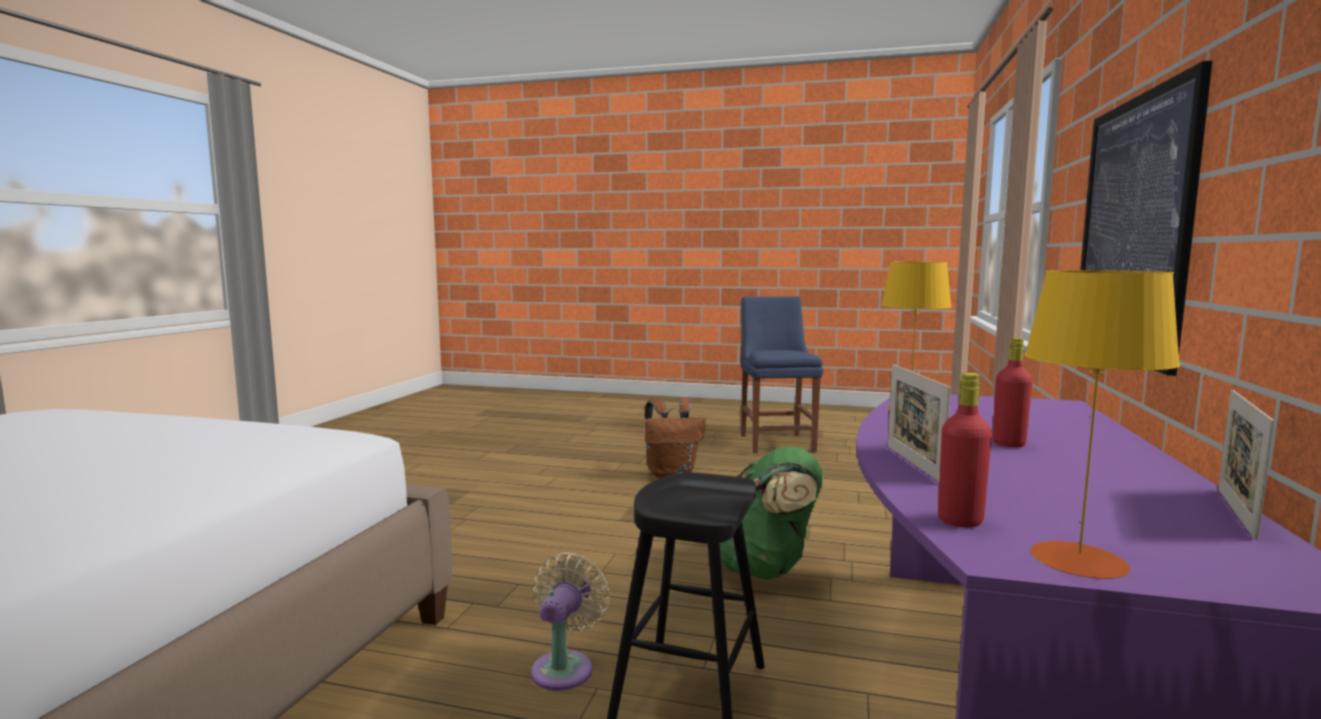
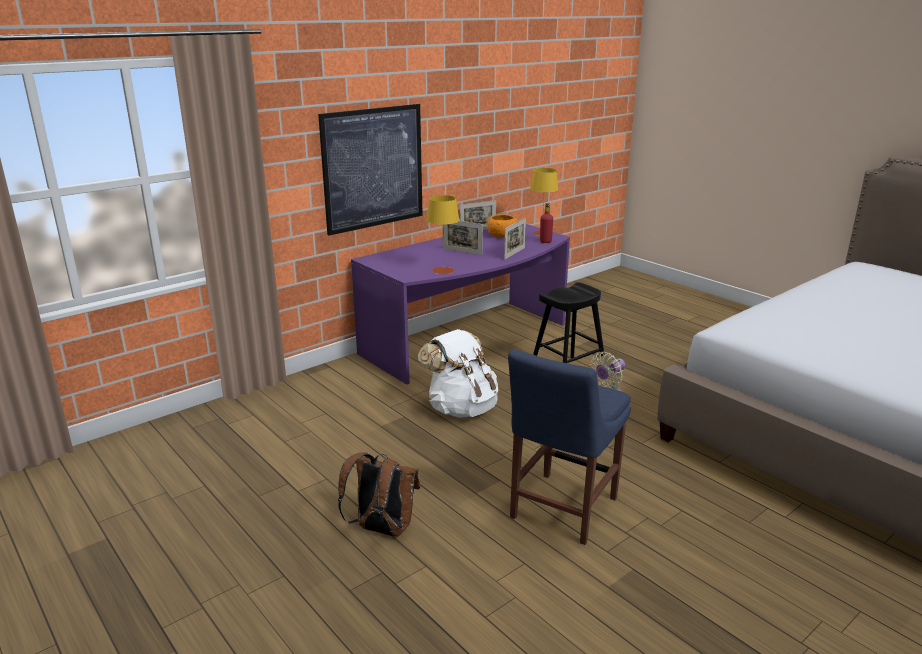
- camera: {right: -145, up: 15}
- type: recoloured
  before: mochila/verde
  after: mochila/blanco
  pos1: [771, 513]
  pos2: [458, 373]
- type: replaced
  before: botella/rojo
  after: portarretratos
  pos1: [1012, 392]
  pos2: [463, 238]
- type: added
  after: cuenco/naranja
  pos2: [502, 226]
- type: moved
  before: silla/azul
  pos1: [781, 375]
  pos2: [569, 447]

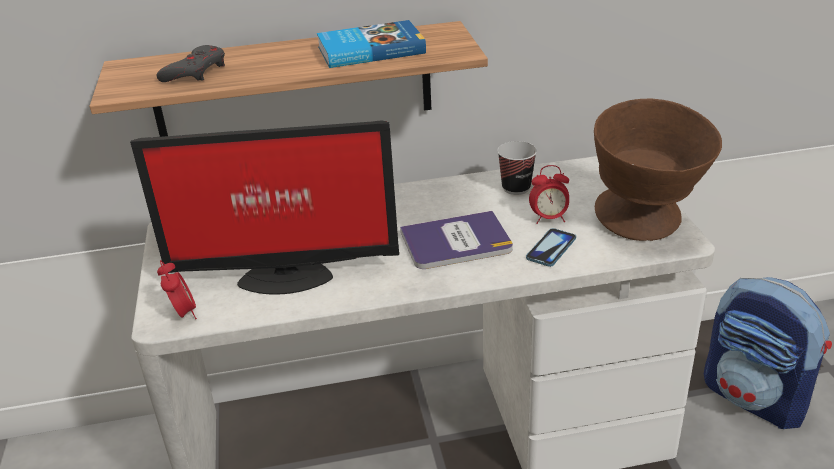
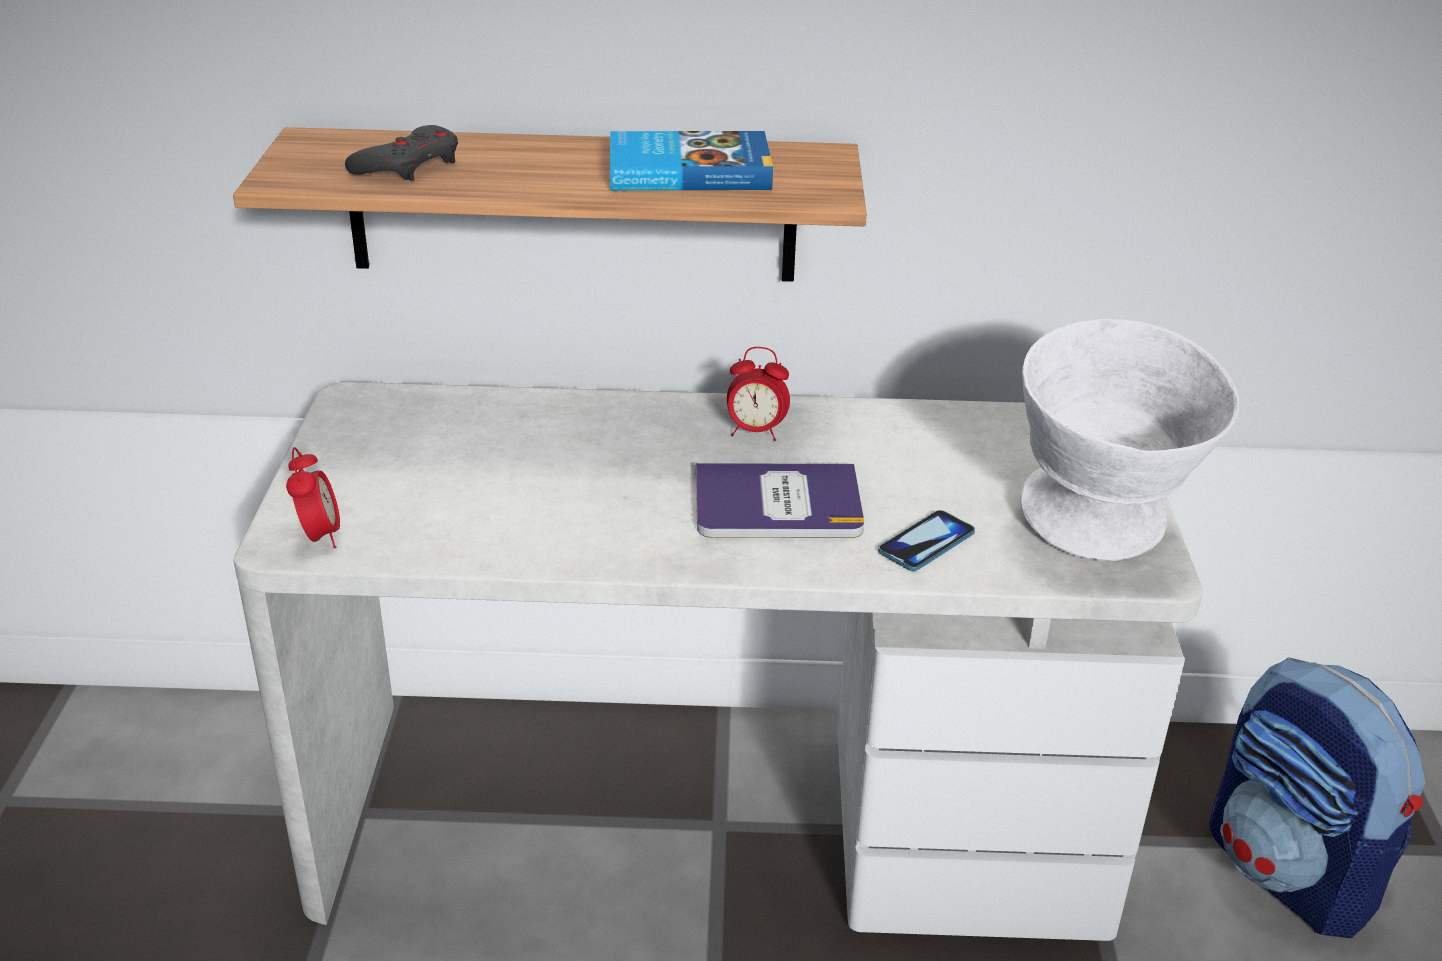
- camera: {right: 10, up: 0}
- type: moved
  before: despertador
  pos1: [549, 194]
  pos2: [758, 394]
- type: recoloured
  before: cuenco/marrón
  after: cuenco/blanco
  pos1: [658, 170]
  pos2: [1129, 440]
- type: removed
  before: monitor
  pos1: [264, 207]
- type: removed
  before: taza
  pos1: [517, 168]

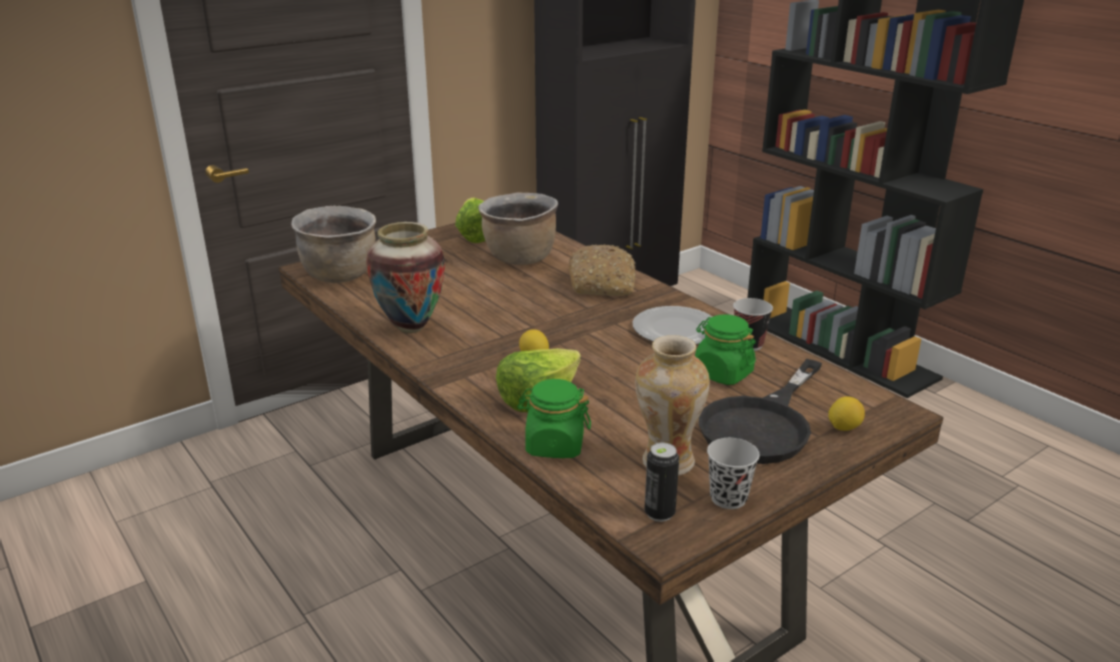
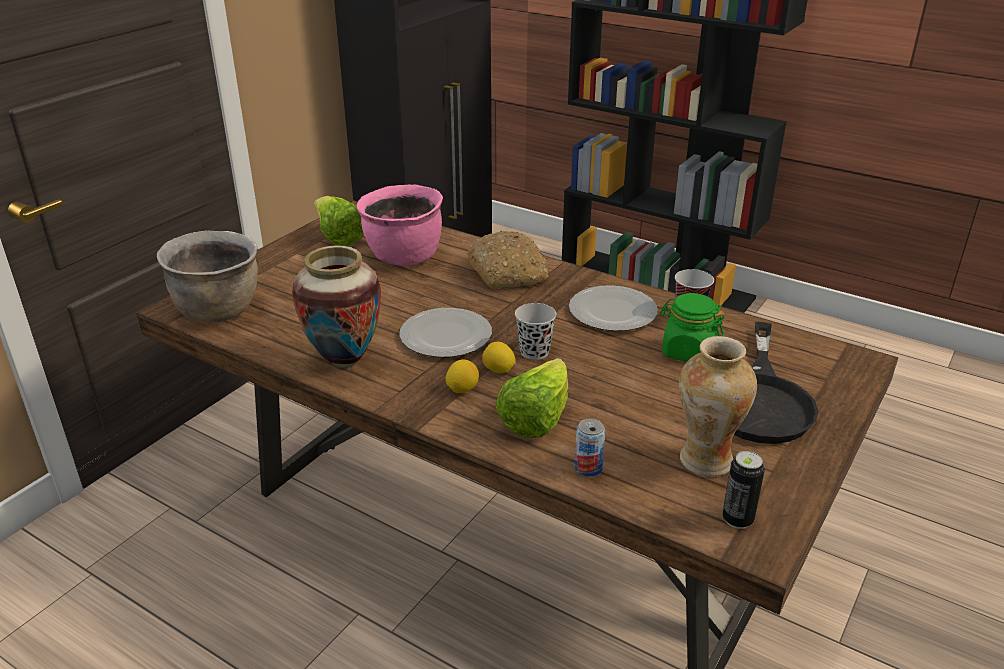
- camera: {right: -20, up: 5}
- type: recoloured
  before: olla/marrón
  after: olla/rosa
  pos1: [518, 229]
  pos2: [399, 225]
- type: added
  after: plato
  pos2: [445, 332]
- type: moved
  before: limón
  pos1: [846, 413]
  pos2: [462, 376]
- type: moved
  before: taza/negro
  pos1: [733, 473]
  pos2: [536, 331]
- type: replaced
  before: tarro/verde
  after: lata
  pos1: [554, 418]
  pos2: [590, 447]

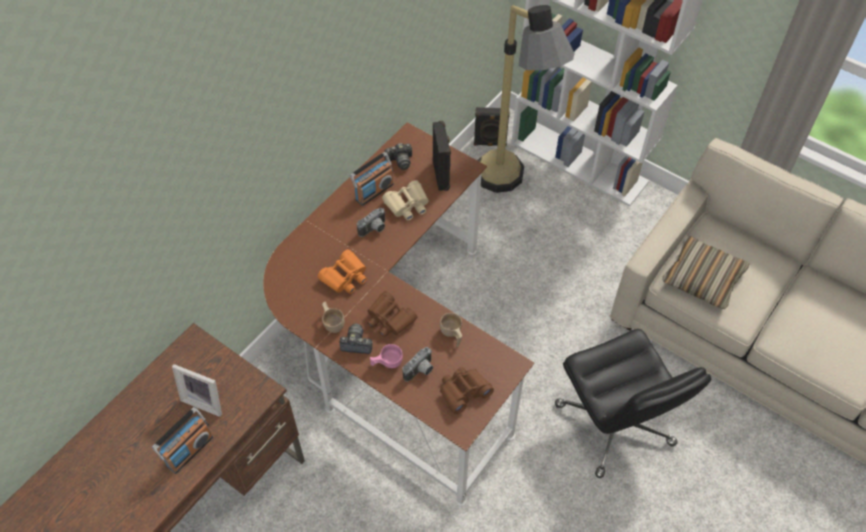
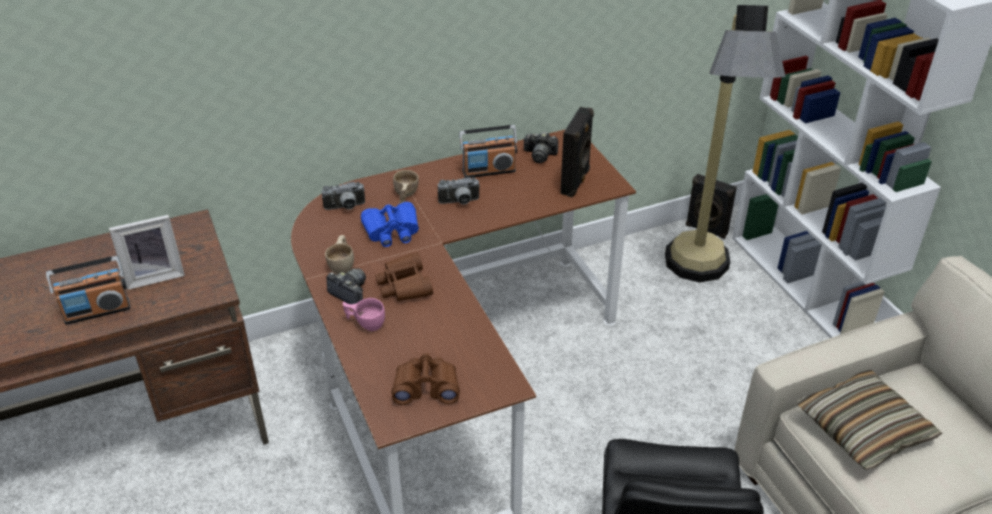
- camera: {right: 30, up: -15}
- type: turned
  before: portarretratos
  pos1: [197, 390]
  pos2: [147, 252]
  turn: -75
- type: moved
  before: cámara
  pos1: [417, 364]
  pos2: [343, 196]
- type: recoloured
  before: prismáticos/naranja
  after: prismáticos/azul
  pos1: [342, 271]
  pos2: [390, 224]
- type: moved
  before: taza/beis
  pos1: [451, 330]
  pos2: [406, 187]
- type: removed
  before: prismáticos/beis
  pos1: [405, 200]

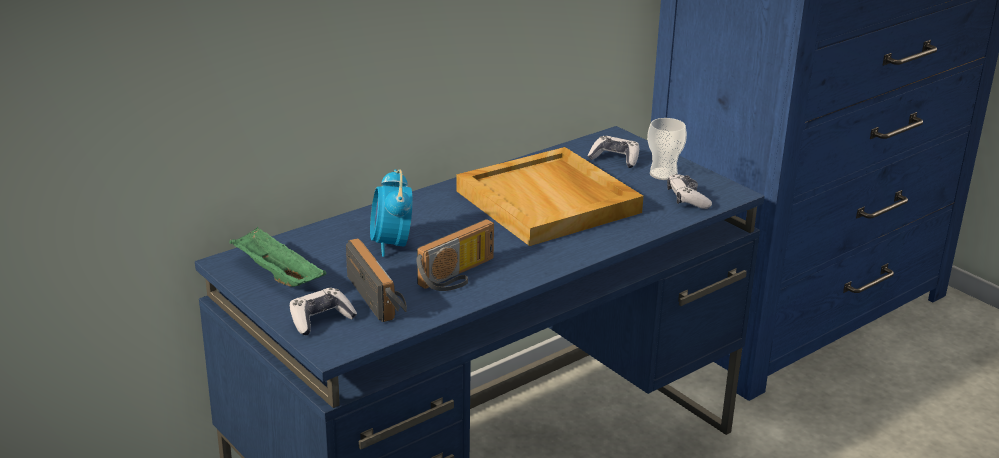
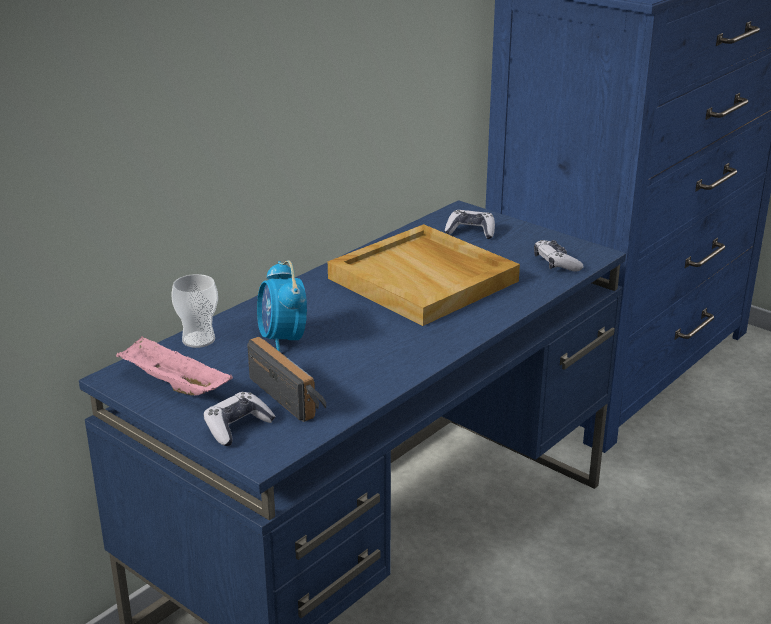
- camera: {right: -10, up: 0}
- type: recoloured
  before: bandeja/verde
  after: bandeja/rosa
  pos1: [278, 256]
  pos2: [174, 366]
- type: moved
  before: taza
  pos1: [667, 149]
  pos2: [194, 311]
- type: removed
  before: radio
  pos1: [455, 255]

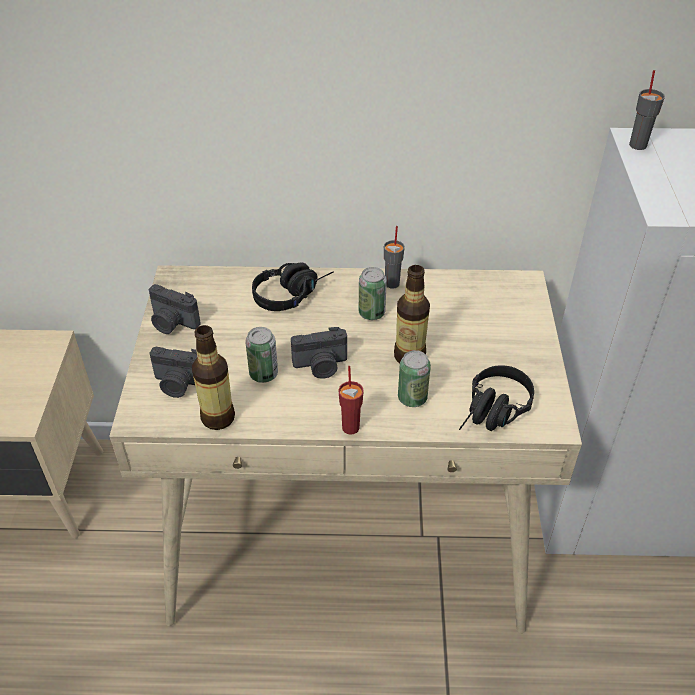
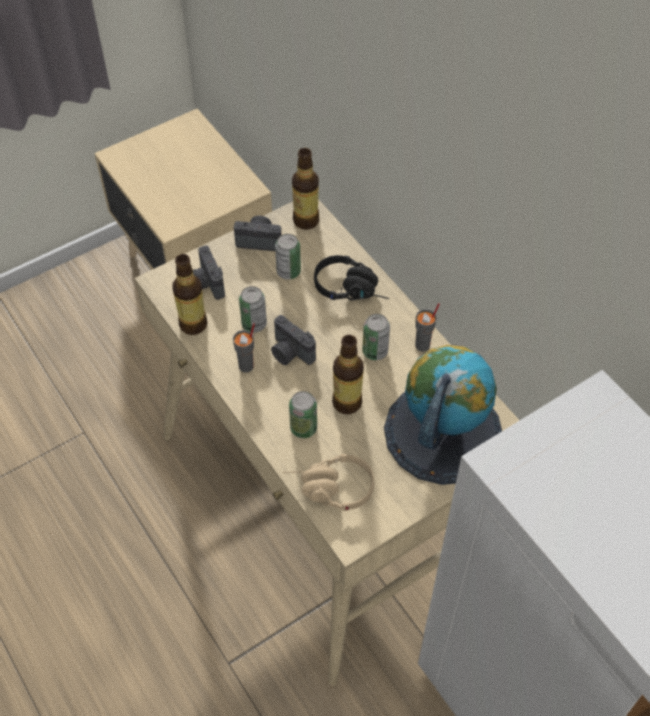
- camera: {right: 55, up: 10}
- type: moved
  before: taza/gris
  pos1: [647, 110]
  pos2: [244, 348]
- type: turned
  before: cámara
  pos1: [175, 309]
  pos2: [258, 233]
  turn: 105
- type: added
  after: lata
  pos2: [288, 257]
- type: recoloured
  before: auriculares/negro
  after: auriculares/beis
  pos1: [496, 398]
  pos2: [329, 482]
- type: added
  after: botella
  pos2: [305, 189]
- type: added
  after: globo terráqueo
  pos2: [443, 415]
- type: removed
  before: taza/rojo
  pos1: [351, 400]

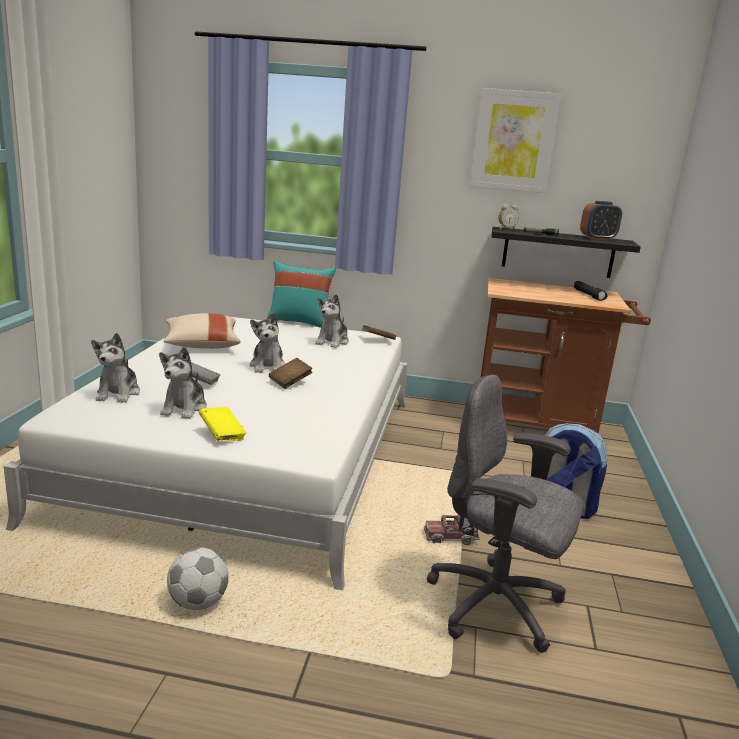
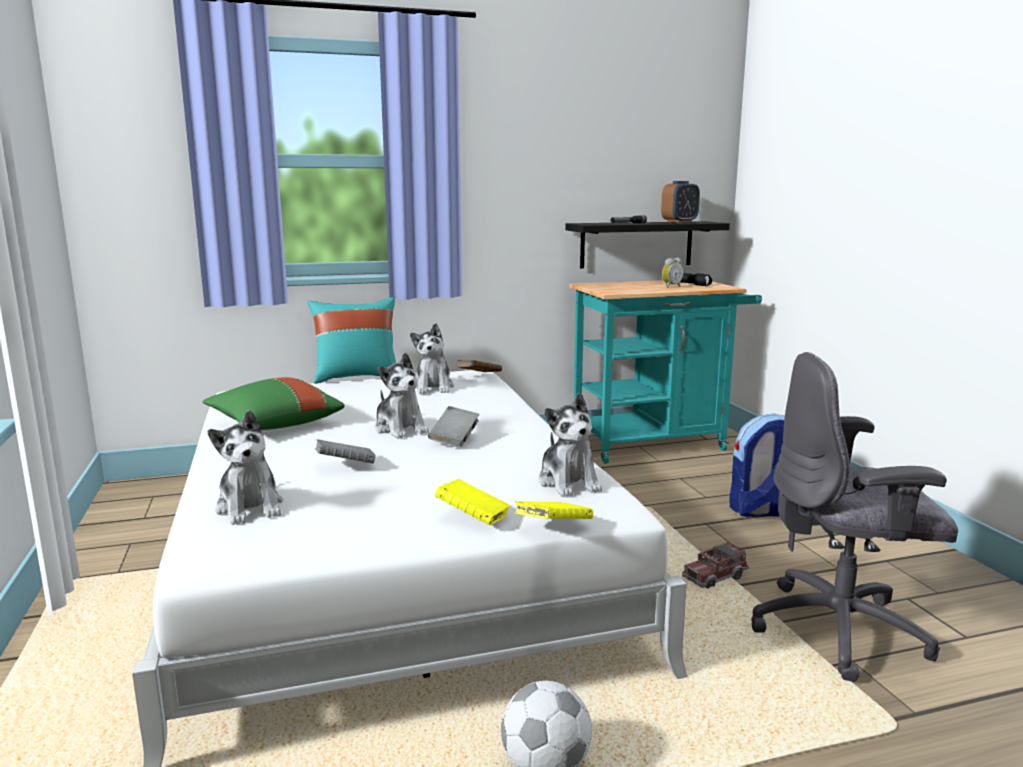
- camera: {right: -25, up: -5}
- type: recoloured
  before: cojín/beis
  after: cojín/verde
  pos1: [202, 331]
  pos2: [273, 403]
- type: recoloured
  before: libro/marrón
  after: libro/gris
  pos1: [290, 373]
  pos2: [454, 427]
- type: added
  after: libro/amarillo
  pos2: [554, 510]
- type: moved
  before: peluche
  pos1: [183, 383]
  pos2: [570, 445]
- type: recoloured
  before: carrito/marrón
  after: carrito/turquesa
  pos1: [565, 356]
  pos2: [665, 372]
- type: moved
  before: despertador
  pos1: [508, 217]
  pos2: [673, 273]
- type: removed
  before: cuadro
  pos1: [515, 140]

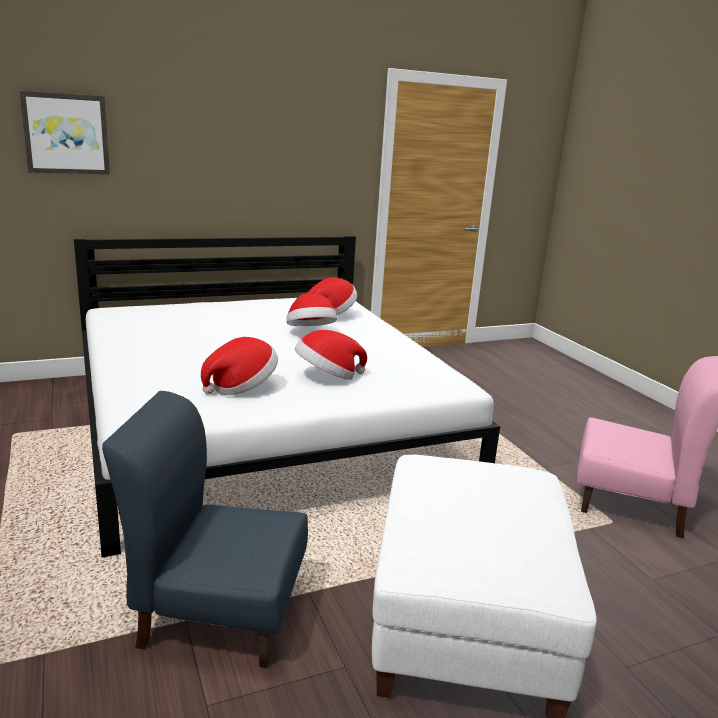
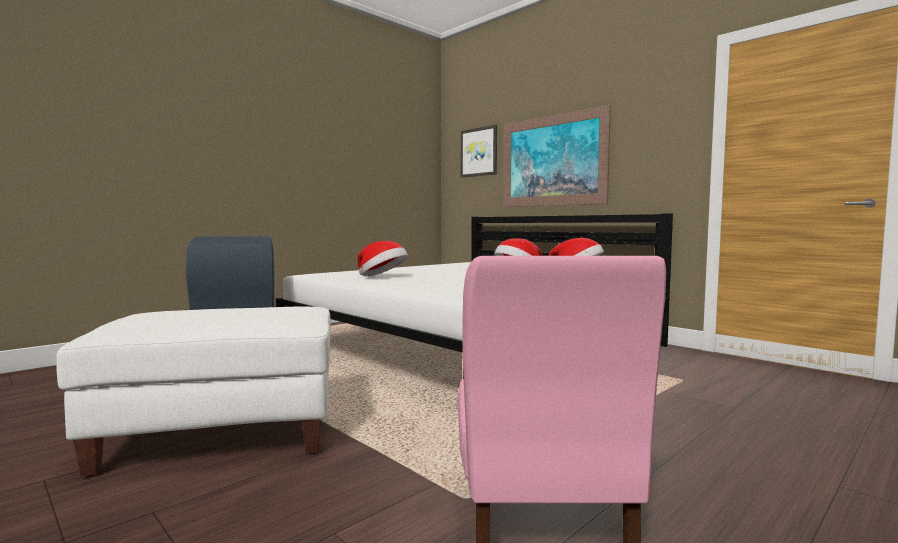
- camera: {right: 70, up: -15}
- type: added
  after: cuadro
  pos2: [557, 156]
- type: removed
  before: sombrero
  pos1: [331, 355]

